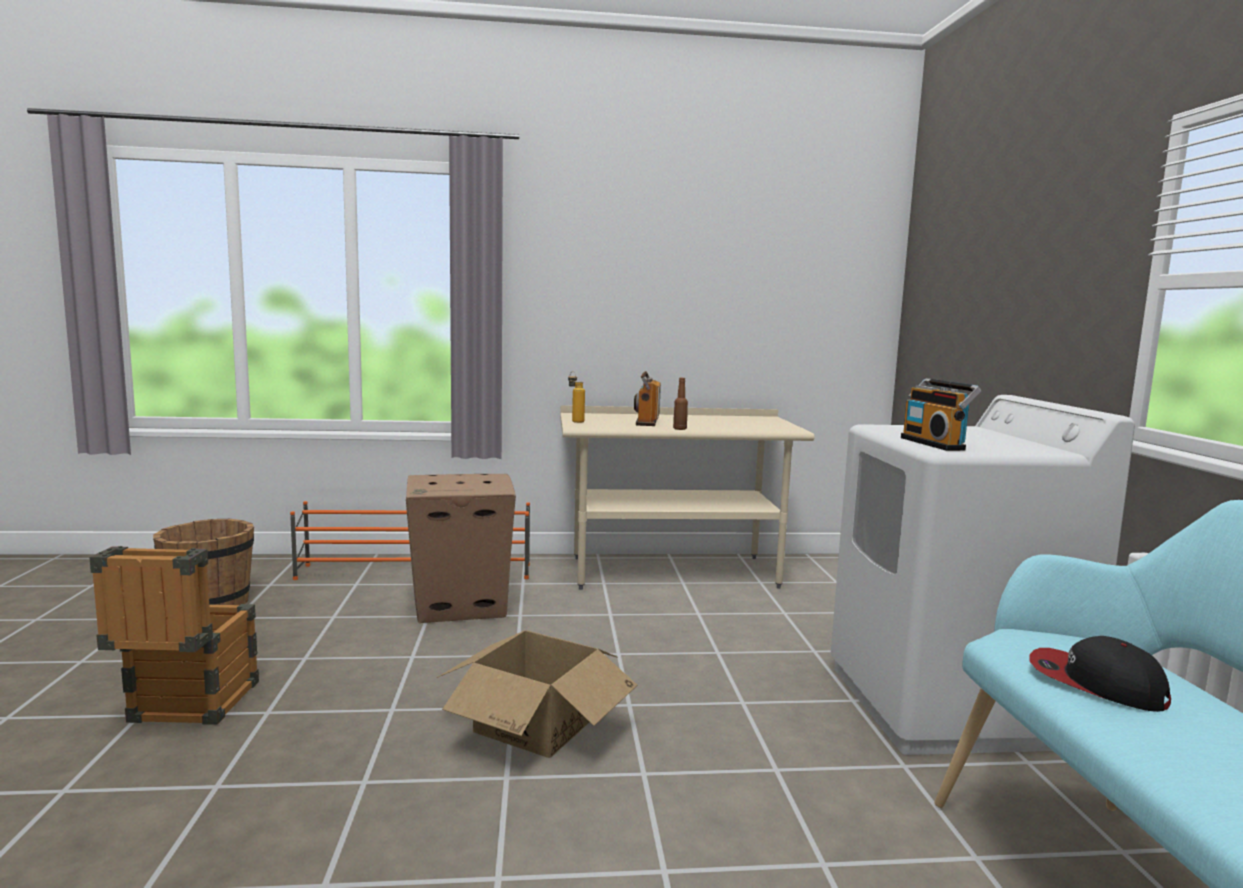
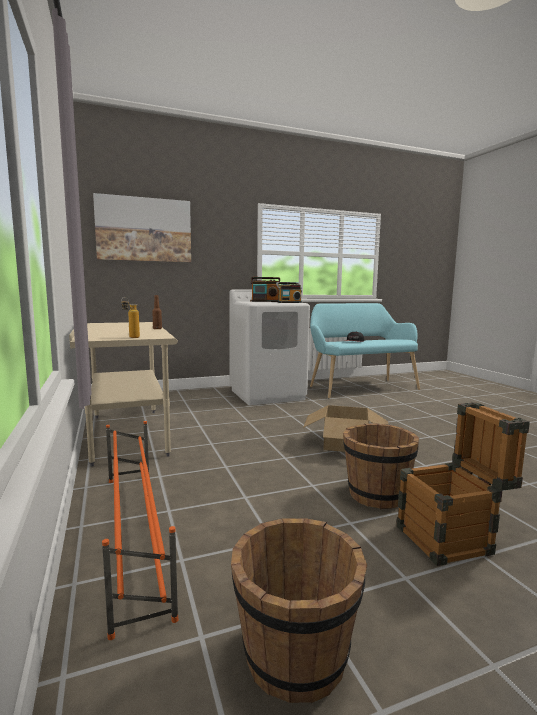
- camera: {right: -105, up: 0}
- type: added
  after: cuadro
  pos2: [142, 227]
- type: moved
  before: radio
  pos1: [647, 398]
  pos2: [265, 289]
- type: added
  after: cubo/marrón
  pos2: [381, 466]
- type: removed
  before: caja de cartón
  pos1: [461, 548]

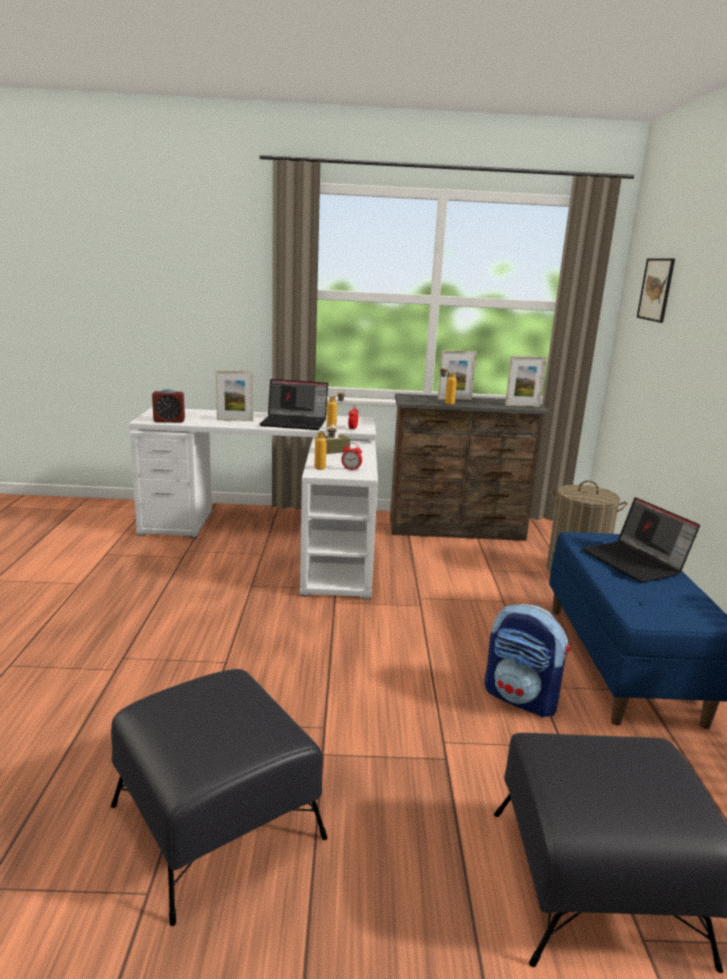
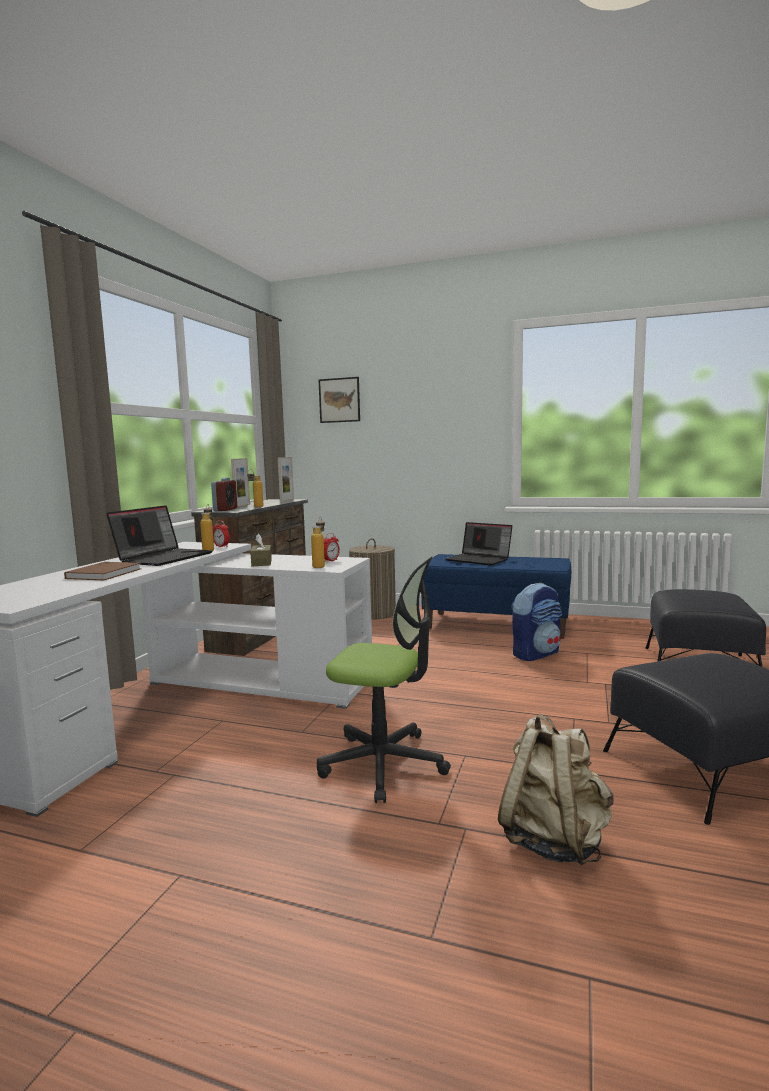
- camera: {right: -70, up: -10}
- type: replaced
  before: portarretratos
  after: libro/marrón
  pos1: [234, 395]
  pos2: [103, 571]
- type: moved
  before: despertador
  pos1: [168, 405]
  pos2: [224, 494]
- type: added
  after: silla de oficina
  pos2: [384, 679]
- type: turned
  before: portátil
  pos1: [641, 540]
  pos2: [479, 543]
  turn: 45
- type: added
  after: mochila/beis
  pos2: [555, 789]

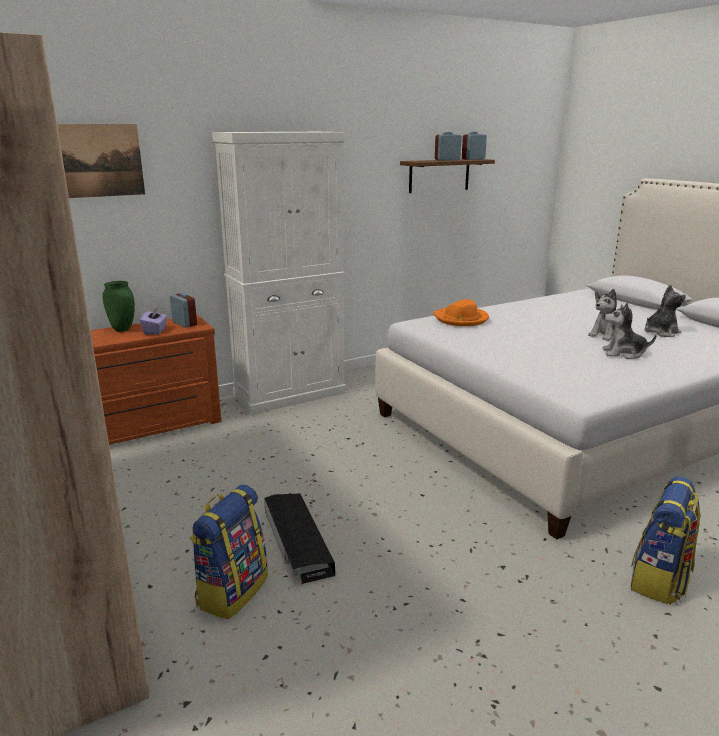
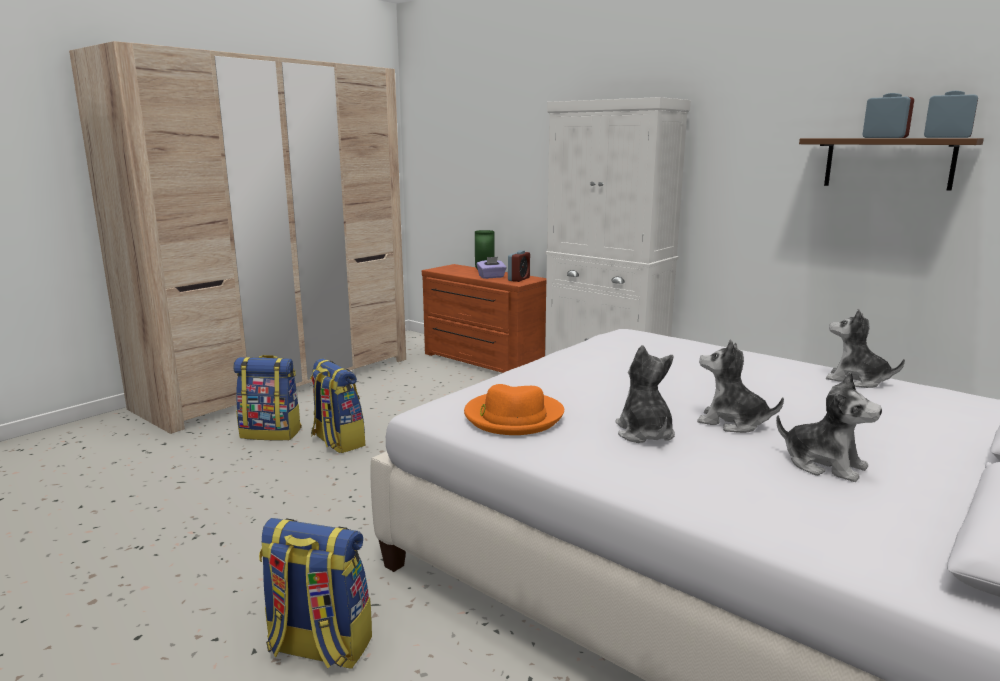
- camera: {right: 70, up: -5}
- type: replaced
  before: caja de almacenaje/negro
  after: mochila
  pos1: [300, 539]
  pos2: [337, 405]
- type: moved
  before: sombrero/naranja
  pos1: [461, 312]
  pos2: [514, 409]
- type: added
  after: peluche
  pos2: [865, 348]
- type: removed
  before: cuadro
  pos1: [101, 161]

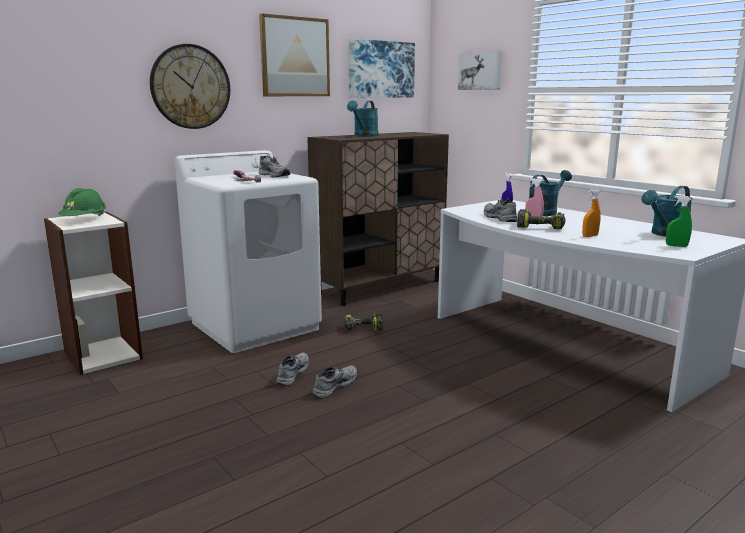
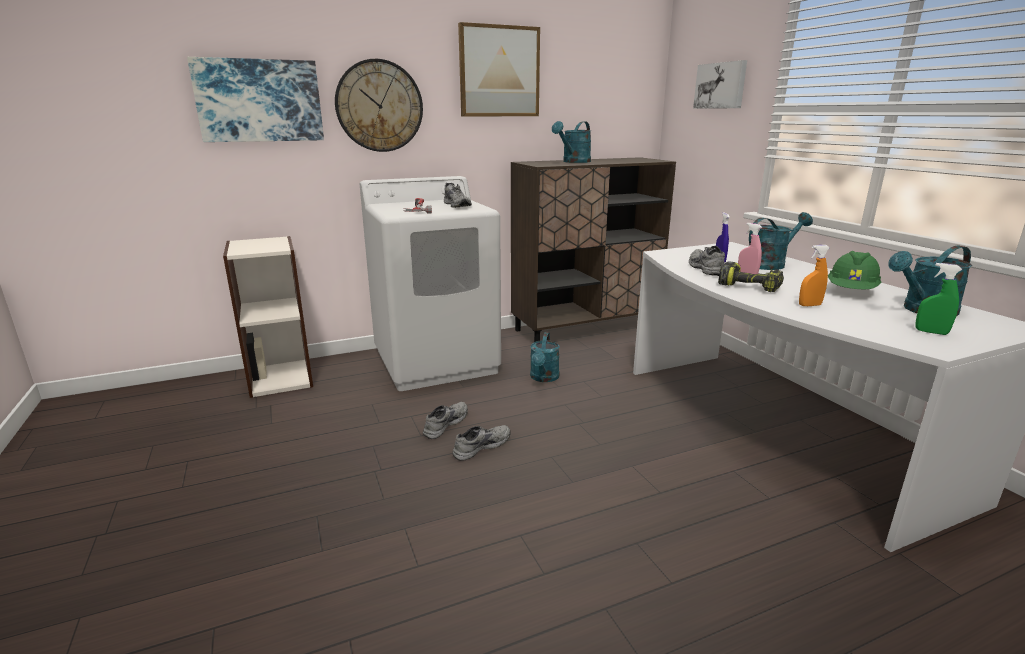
- camera: {right: 15, up: 5}
- type: moved
  before: cuadro
  pos1: [382, 68]
  pos2: [255, 99]
- type: replaced
  before: taladro
  after: regadera/turquesa
  pos1: [363, 322]
  pos2: [545, 357]
- type: moved
  before: casco/verde
  pos1: [82, 202]
  pos2: [855, 270]

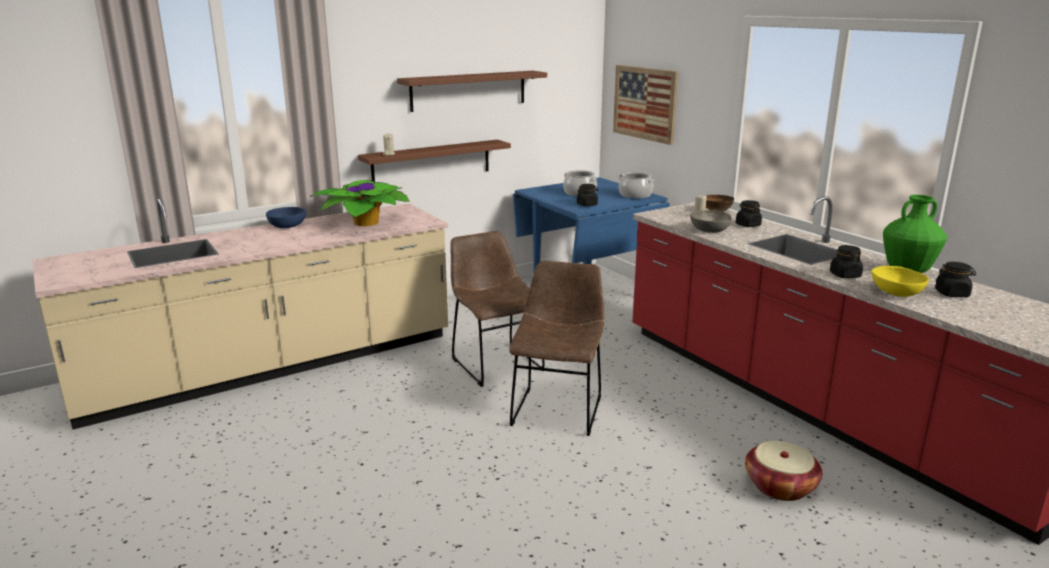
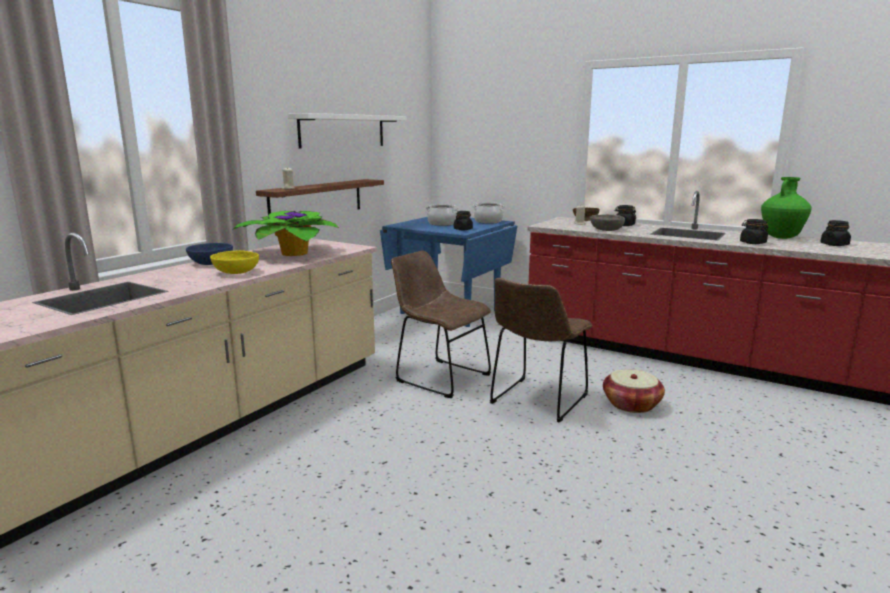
- camera: {right: -25, up: -5}
- type: moved
  before: cuenco/amarillo
  pos1: [900, 281]
  pos2: [234, 262]
- type: recoloured
  before: estante/marrón
  after: estante/blanco
  pos1: [472, 91]
  pos2: [347, 131]
- type: turned
  before: silla/marrón
  pos1: [556, 348]
  pos2: [541, 350]
  turn: -135
- type: moved
  before: cesta
  pos1: [783, 471]
  pos2: [634, 391]
- type: removed
  before: cuadro
  pos1: [645, 105]

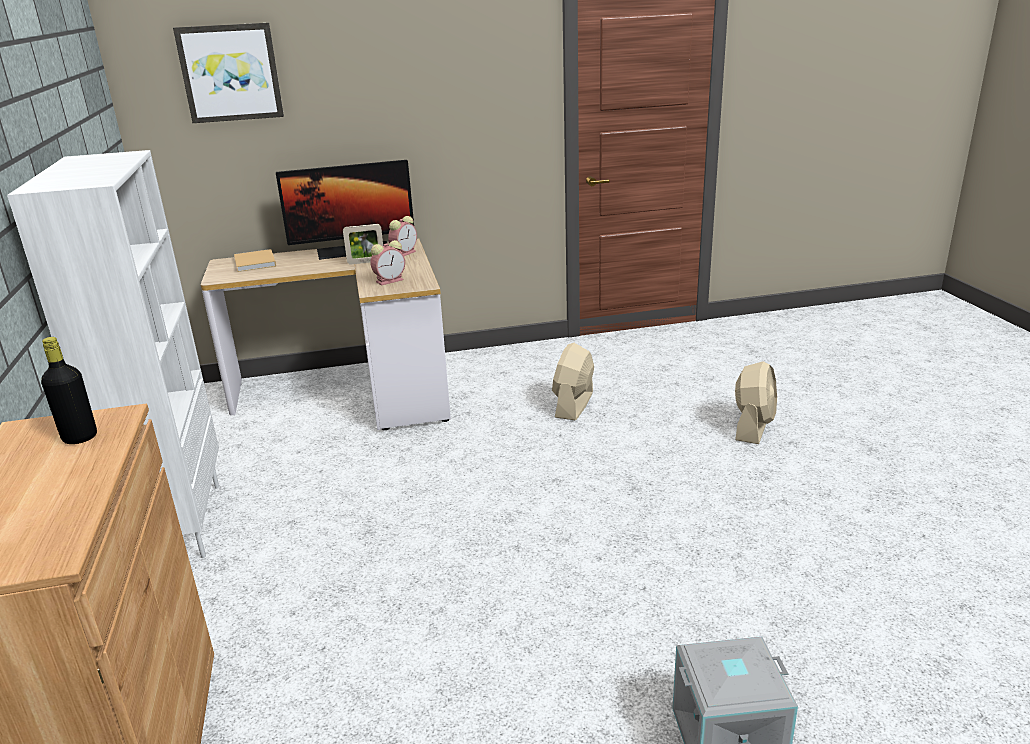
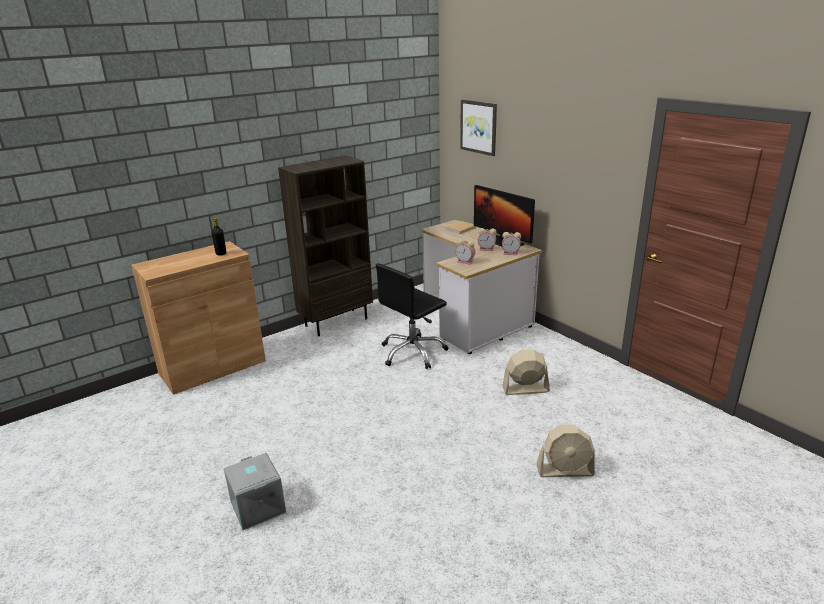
- camera: {right: 65, up: 0}
- type: recoloured
  before: estantería/blanco
  after: estantería/marrón
  pos1: [113, 354]
  pos2: [325, 245]
- type: added
  after: silla de oficina/negro
  pos2: [412, 316]
- type: replaced
  before: portarretratos
  after: despertador
  pos1: [363, 244]
  pos2: [487, 239]

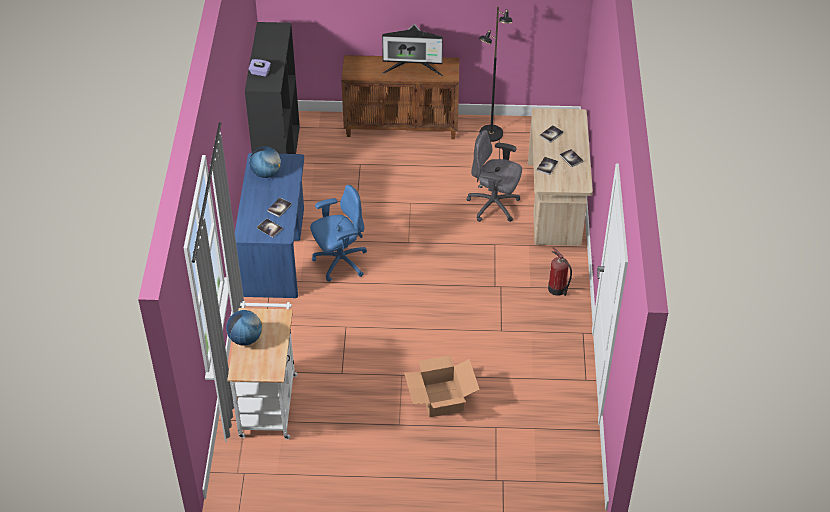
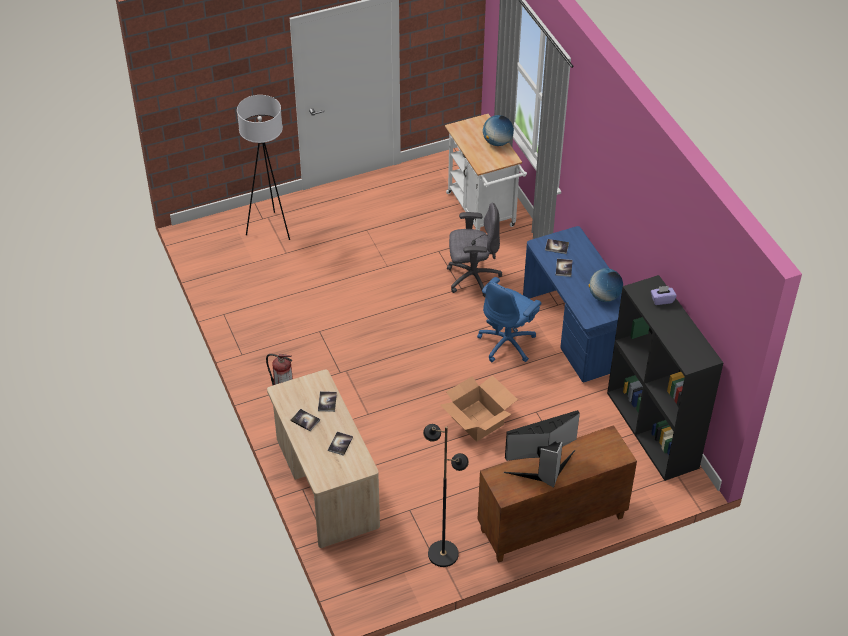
- camera: {right: 155, up: 0}
- type: added
  after: lámpara de pie/blanco
  pos2: [263, 167]
- type: moved
  before: caja de cartón
  pos1: [442, 386]
  pos2: [479, 408]
- type: moved
  before: silla de oficina/gris
  pos1: [494, 176]
  pos2: [474, 250]

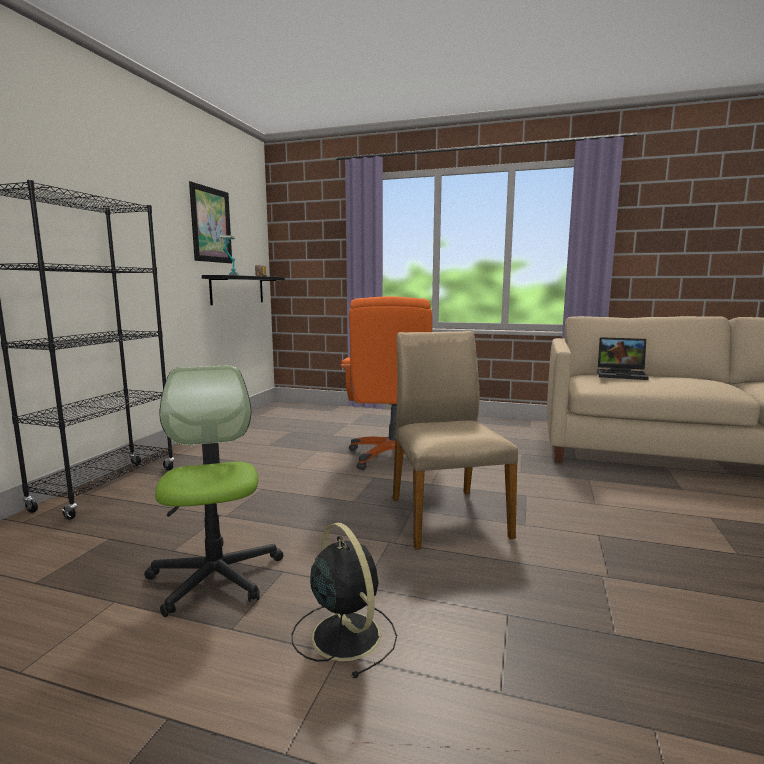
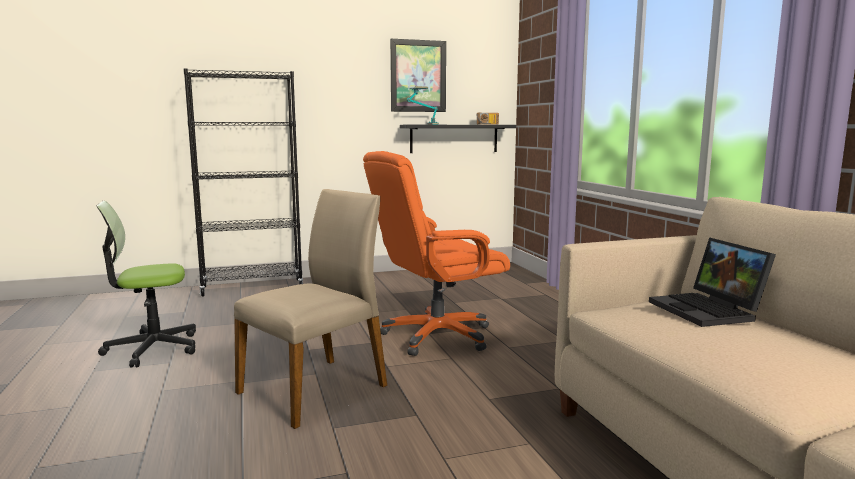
- camera: {right: 55, up: 0}
- type: turned
  before: silla de oficina
  pos1: [214, 491]
  pos2: [146, 284]
  turn: -150
- type: removed
  before: ventilador/negro
  pos1: [344, 600]

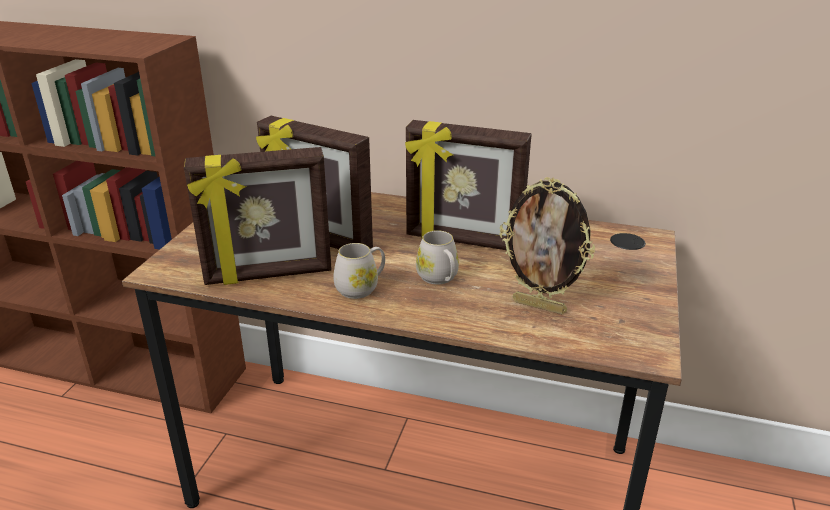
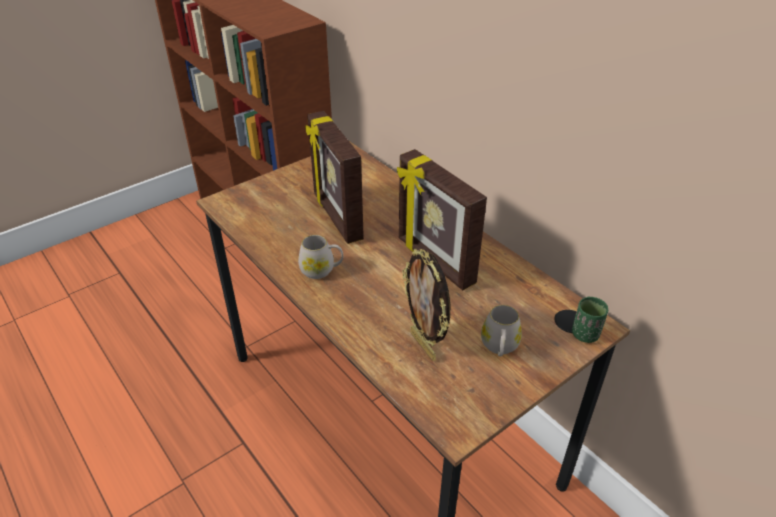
- camera: {right: 35, up: 10}
- type: moved
  before: taza grande/blanco
  pos1: [437, 257]
  pos2: [501, 330]
- type: added
  after: taza/verde
  pos2: [590, 319]
- type: removed
  before: portarretratos
  pos1: [258, 216]

